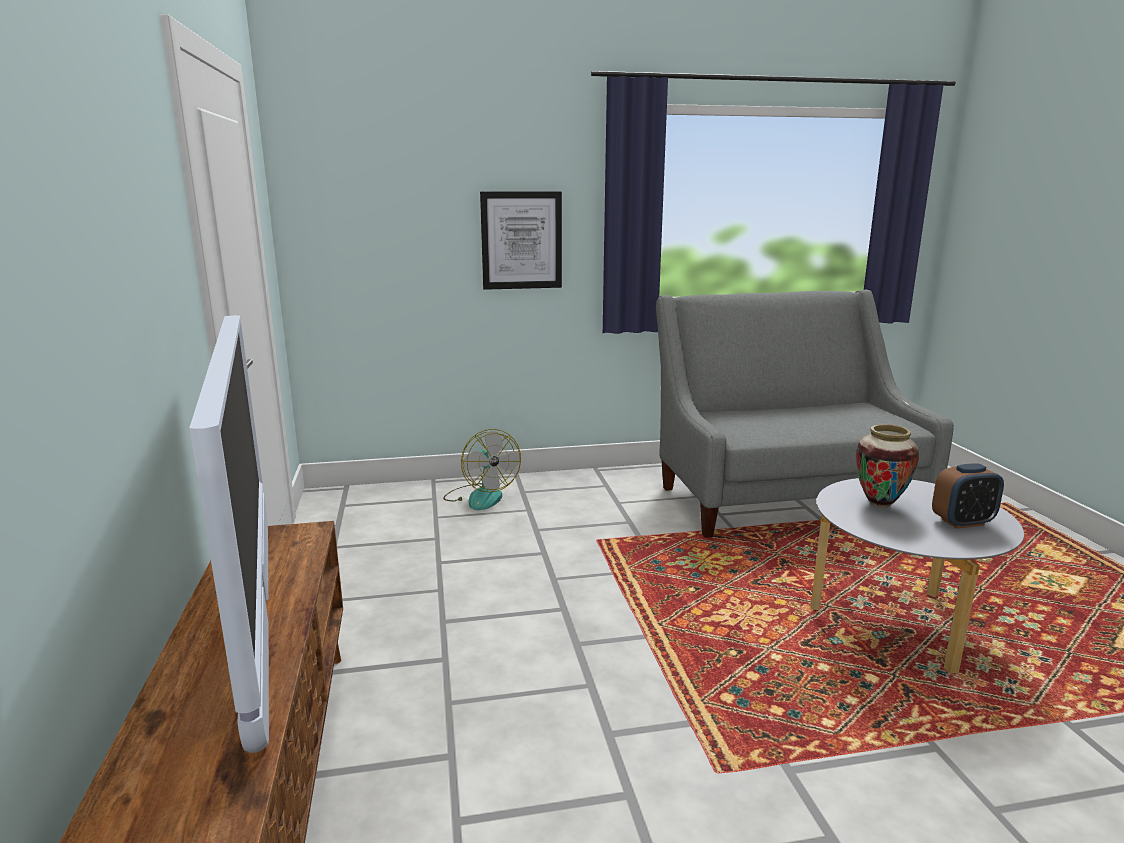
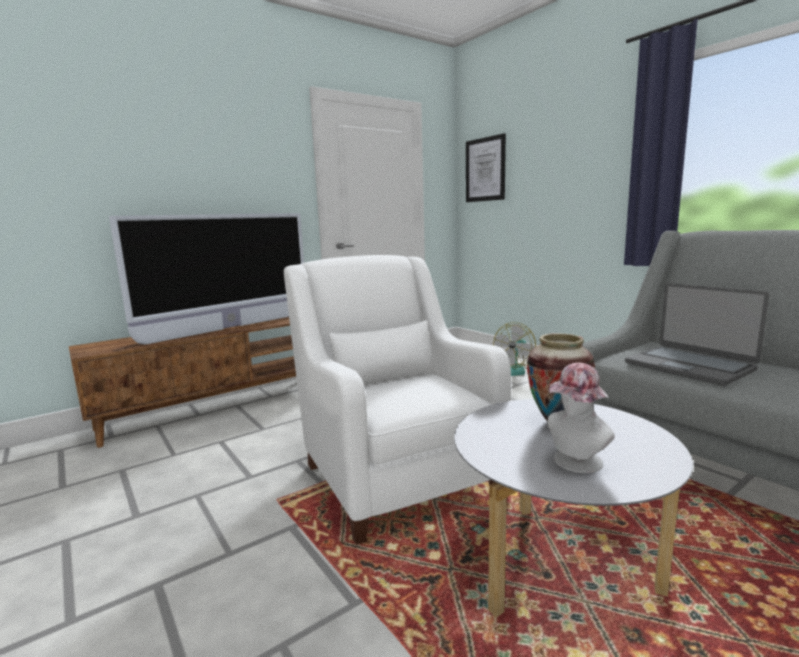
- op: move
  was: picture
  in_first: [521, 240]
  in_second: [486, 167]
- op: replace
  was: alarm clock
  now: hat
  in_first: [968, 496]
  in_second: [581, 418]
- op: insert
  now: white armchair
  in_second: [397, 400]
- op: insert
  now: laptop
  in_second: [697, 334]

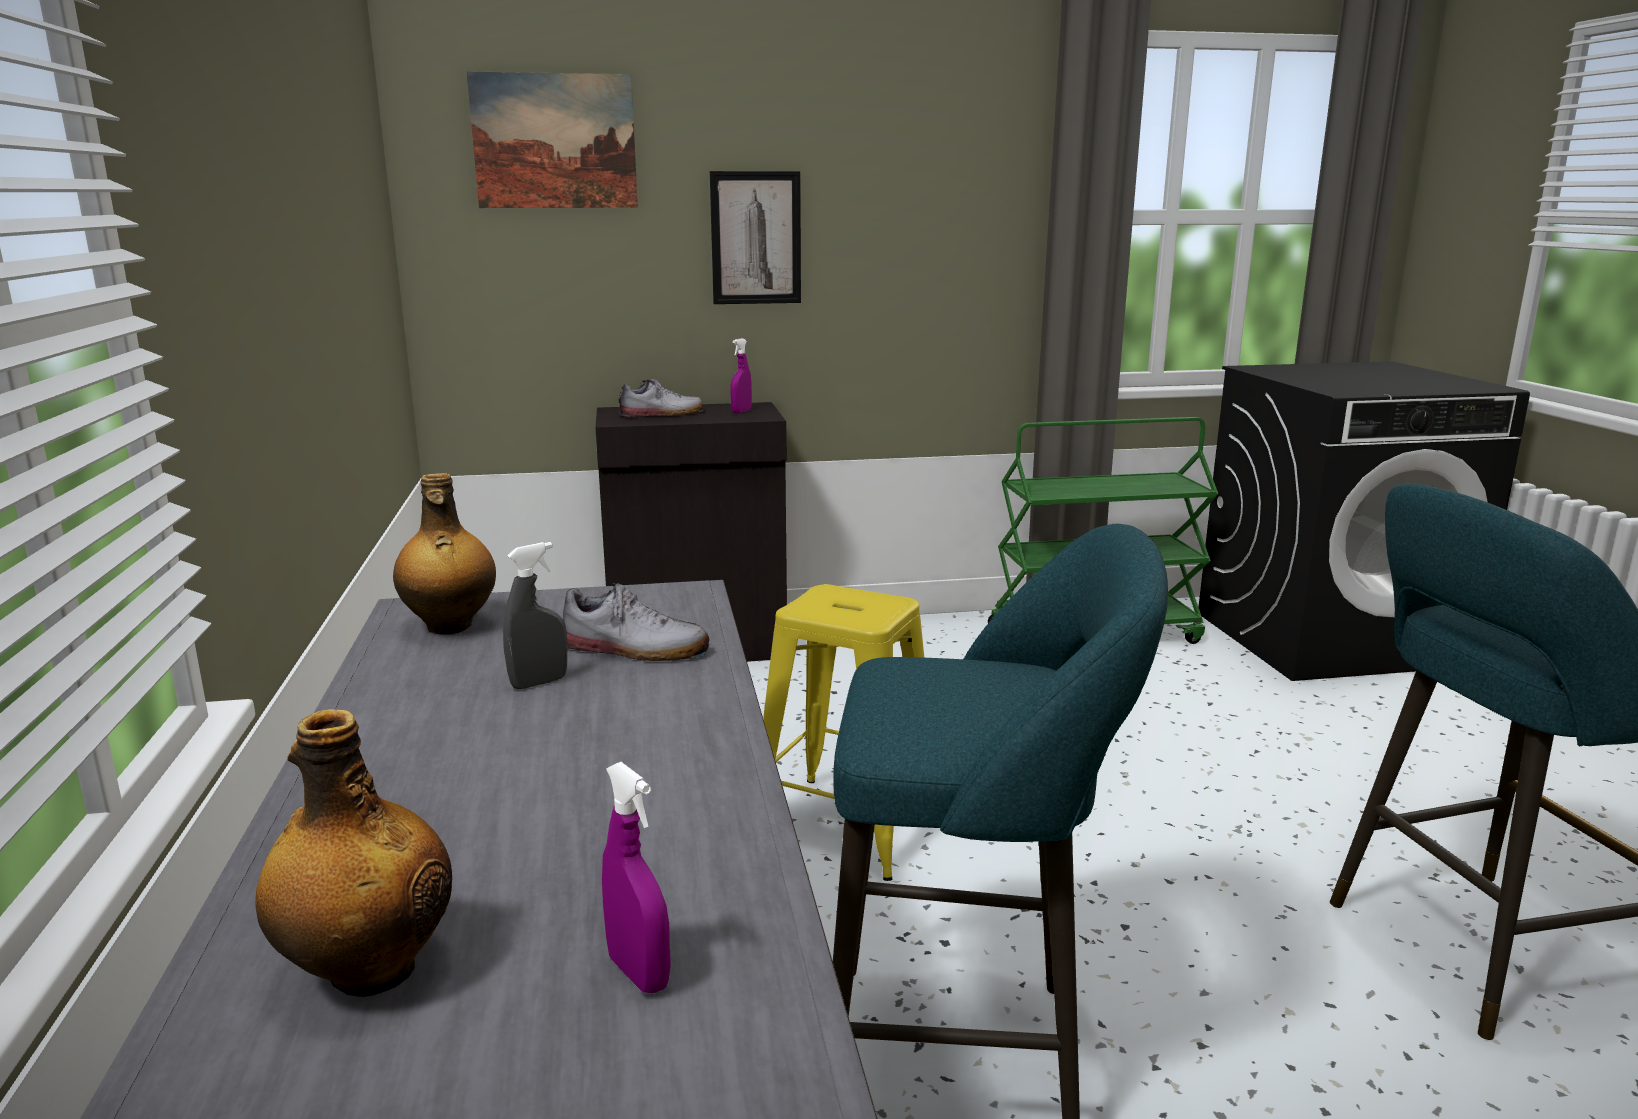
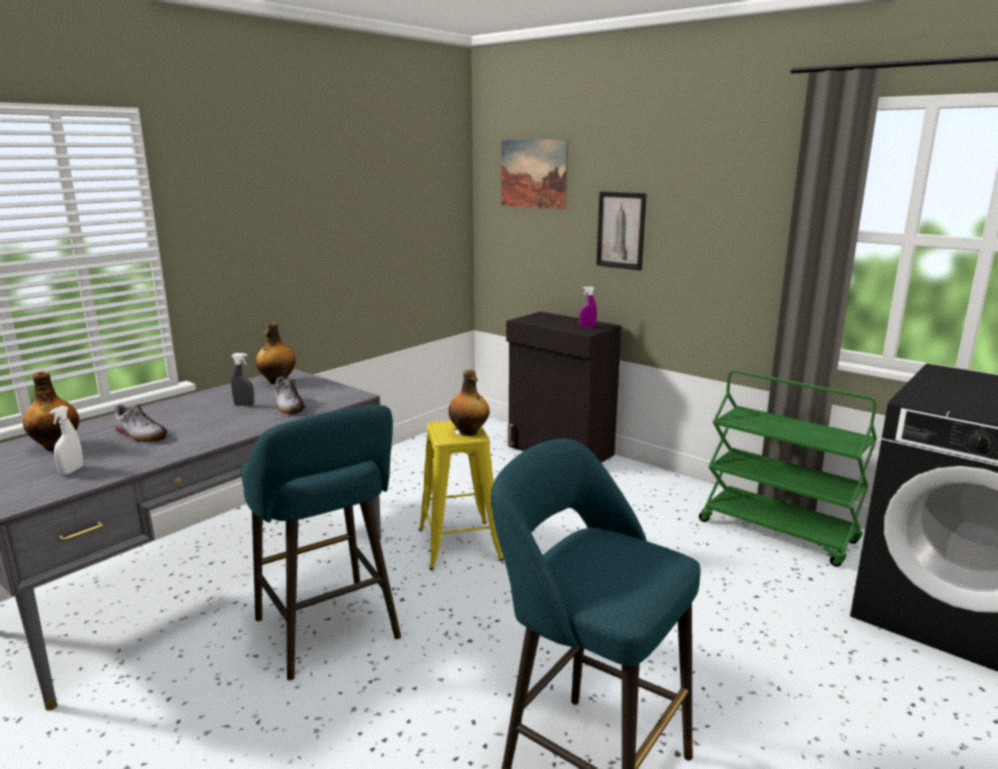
- op: move
  was: shoe
  in_first: [661, 398]
  in_second: [140, 423]
- op: recolor
  was: purple spray bottle
  now: white spray bottle
  in_first: [636, 877]
  in_second: [66, 440]
- op: insert
  now: bottle
  in_second: [468, 403]

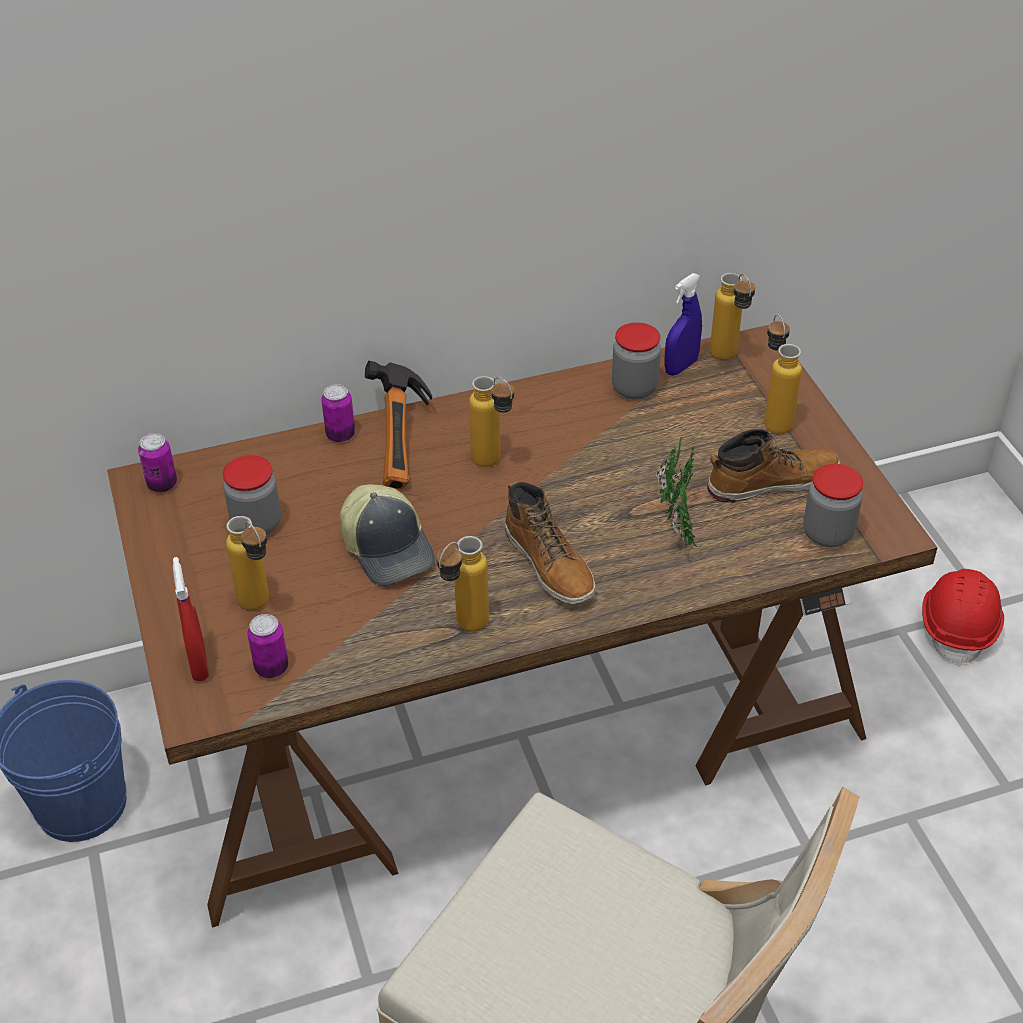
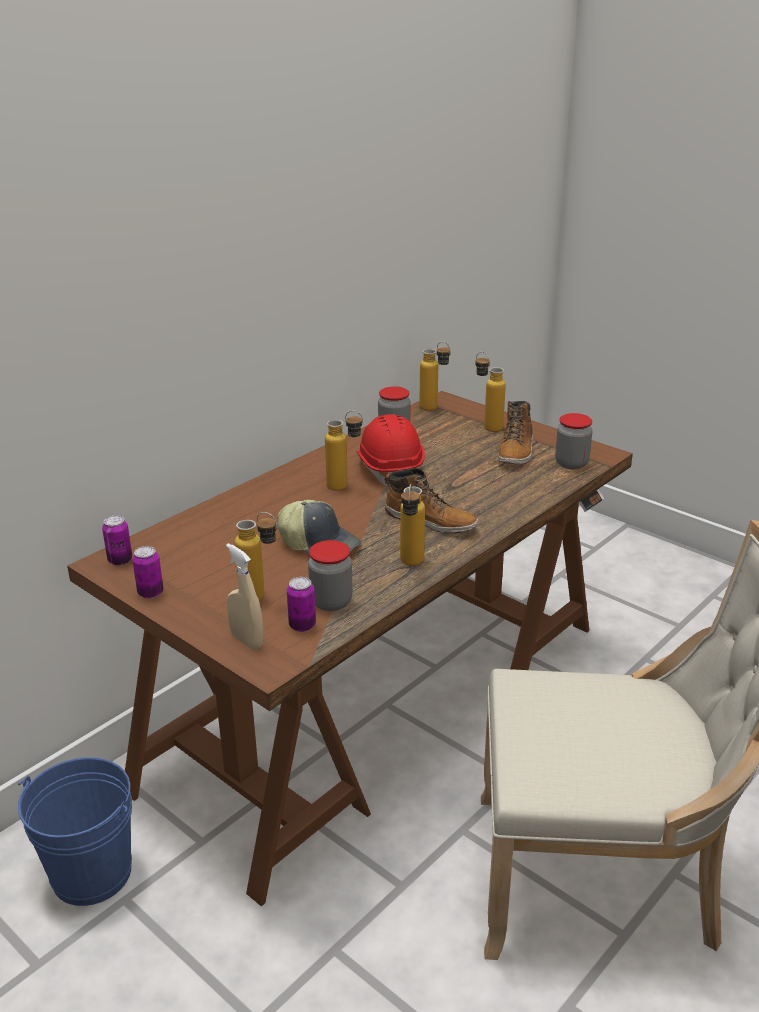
- op: delete
  was: blue spray bottle
  in_first: [683, 324]
- op: delete
  was: hammer
  in_first: [399, 425]
- op: move
  was: can
  in_first: [338, 413]
  in_second: [147, 572]
- op: rotate
  was: boot
  in_first: [773, 466]
  in_second: [515, 433]
  clockwise: 150
- op: delete
  was: potted plant
  in_first: [677, 493]
- op: move
  was: jar
  in_first: [252, 495]
  in_second: [330, 575]
- op: recolor
  was: red spray bottle
  now: beige spray bottle
  in_first: [191, 619]
  in_second: [244, 596]
- op: move
  was: red hard hat
  in_first: [963, 618]
  in_second: [391, 450]

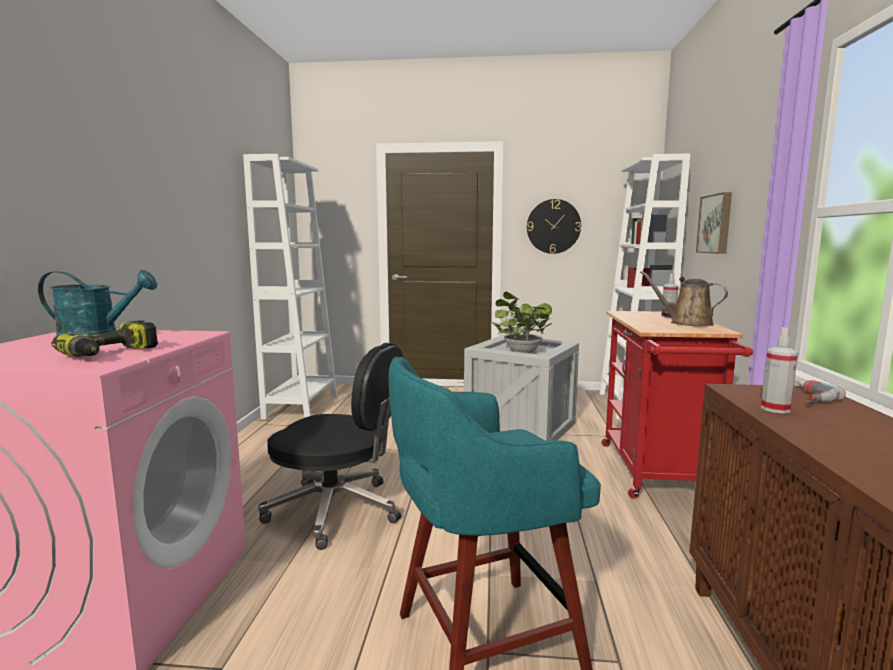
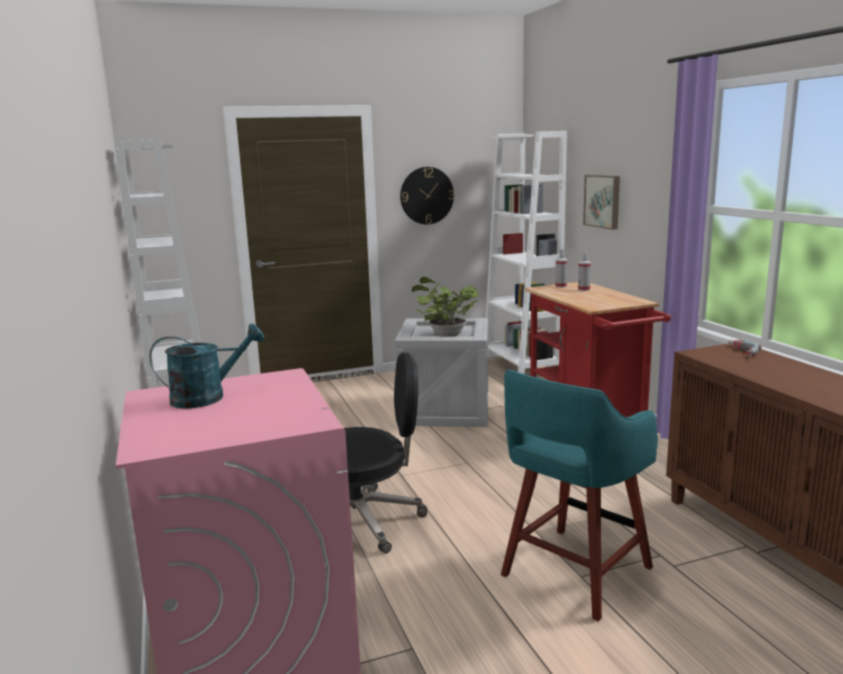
- op: delete
  was: brown watering can
  in_first: [684, 298]
- op: delete
  was: power drill
  in_first: [104, 338]
- op: move
  was: spray bottle
  in_first: [779, 370]
  in_second: [561, 268]

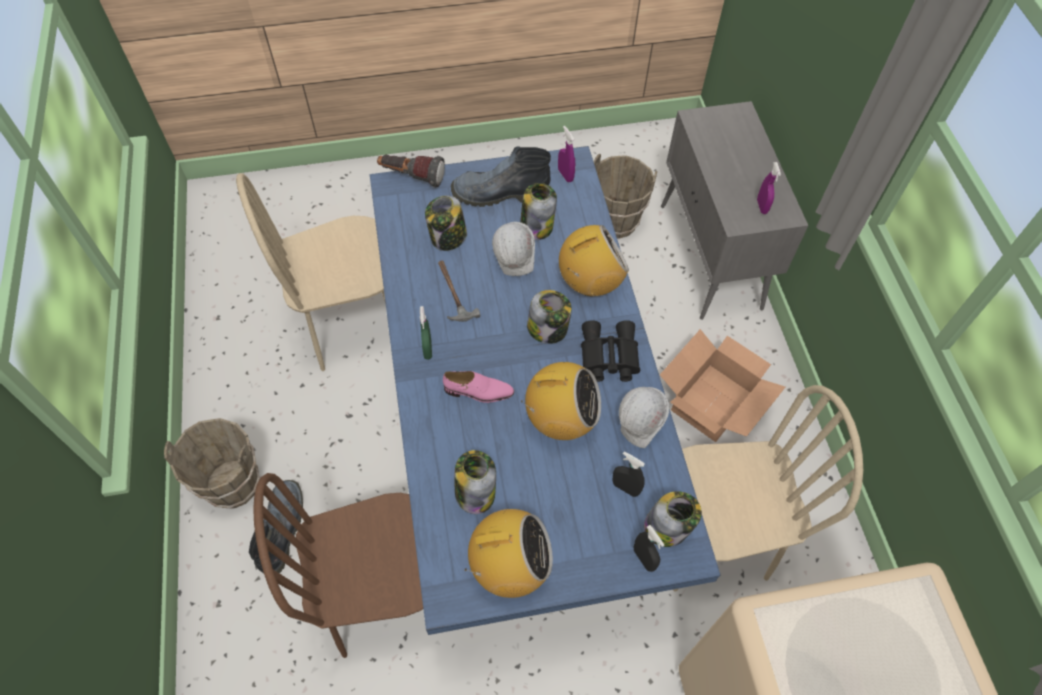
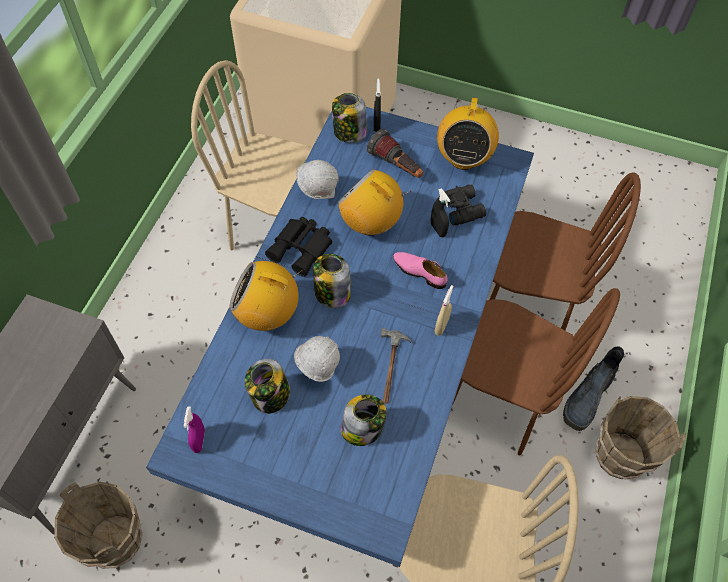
- op: delete
  was: boot
  in_first: [501, 177]
- op: move
  was: flashlight
  in_first: [411, 171]
  in_second: [395, 153]
- op: delete
  was: purple spray bottle
  in_first: [769, 188]
- op: recolor
  was: green spray bottle
  now: beige spray bottle
  in_first: [426, 333]
  in_second: [444, 310]
- op: delete
  was: cardboard box
  in_first: [722, 385]
- op: replace
  was: jar
  now: black binoculars
  in_first: [475, 482]
  in_second: [462, 205]
- op: move
  was: black spray bottle
  in_first: [629, 474]
  in_second: [440, 213]
- op: rotate
  was: radio
  in_first: [509, 553]
  in_second: [468, 132]
  clockwise: -105
- op: insert
  now: brown chair
  in_second: [536, 372]

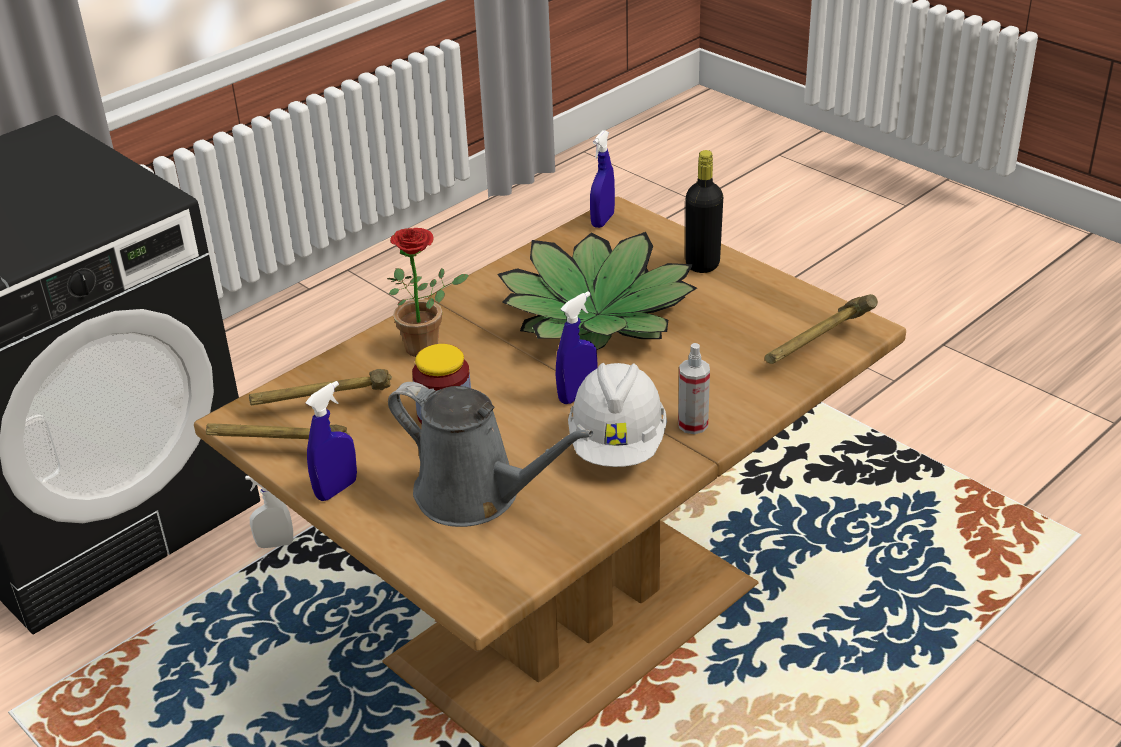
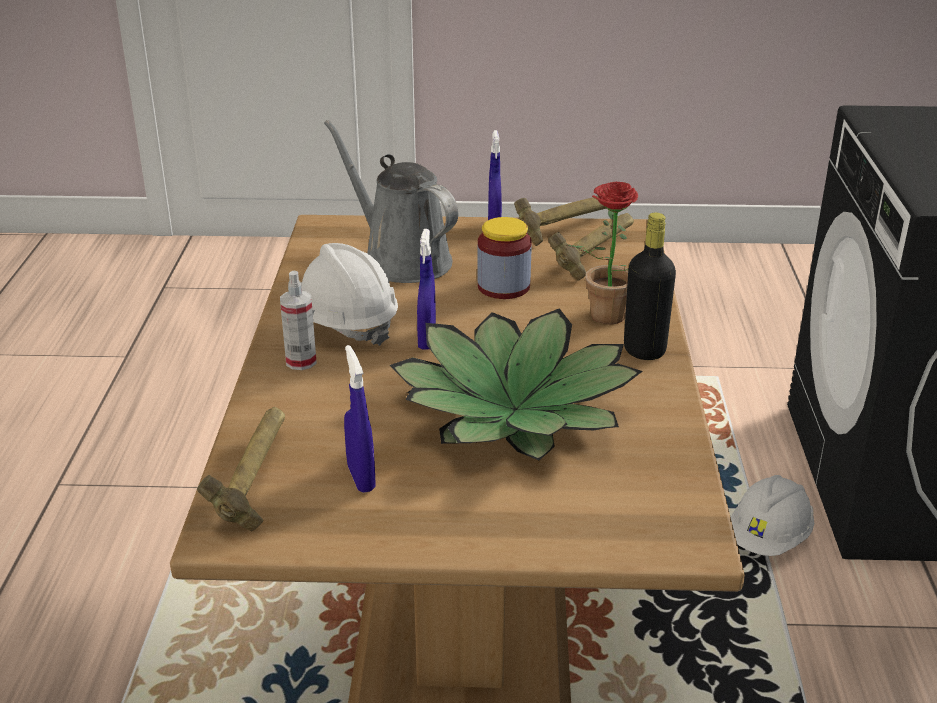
- op: move
  was: blue spray bottle
  in_first: [602, 179]
  in_second: [359, 419]
- op: move
  was: black bottle
  in_first: [704, 211]
  in_second: [650, 286]
- op: rotate
  was: grey watering can
  in_first: [490, 454]
  in_second: [391, 201]
  clockwise: 60
- op: replace
  was: white spray bottle
  now: white hard hat
  in_first: [269, 512]
  in_second: [772, 515]

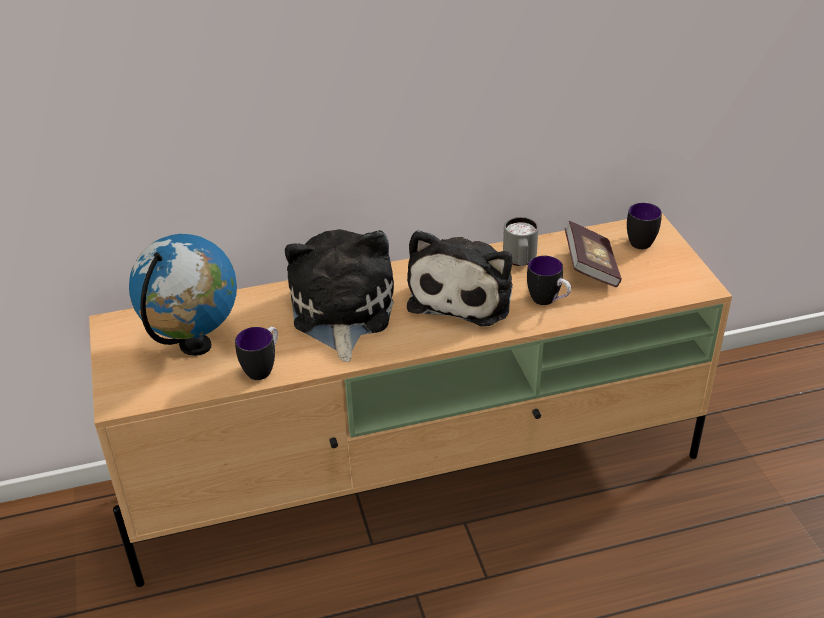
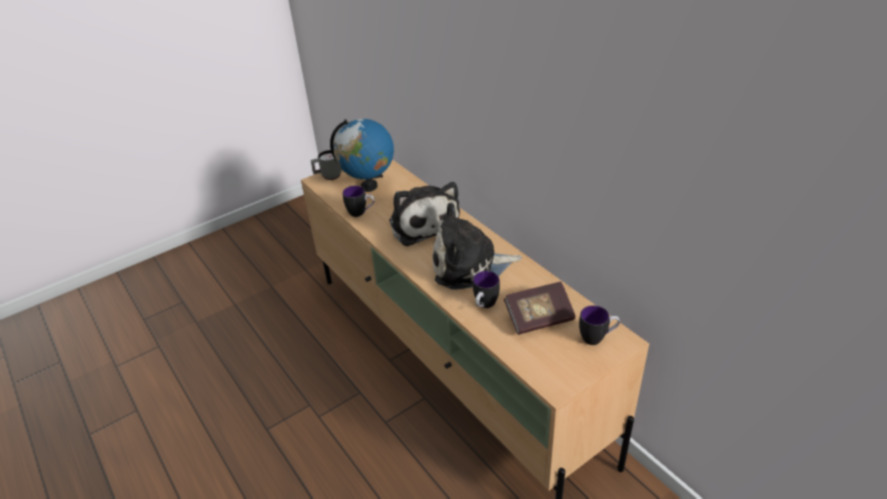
- op: move
  was: grey mug
  in_first: [521, 241]
  in_second: [326, 165]
- op: rotate
  was: plush toy
  in_first: [339, 295]
  in_second: [424, 214]
  clockwise: 90

